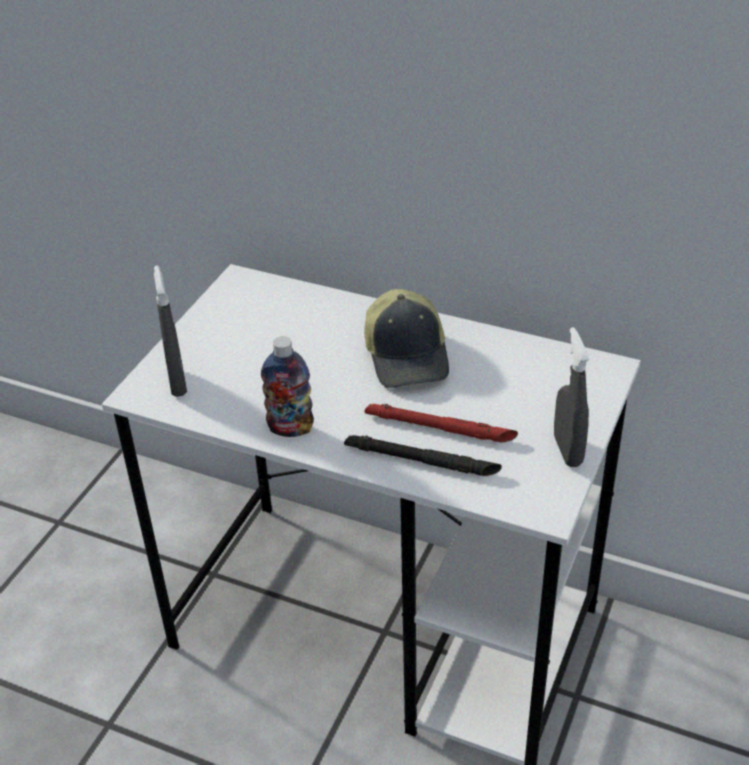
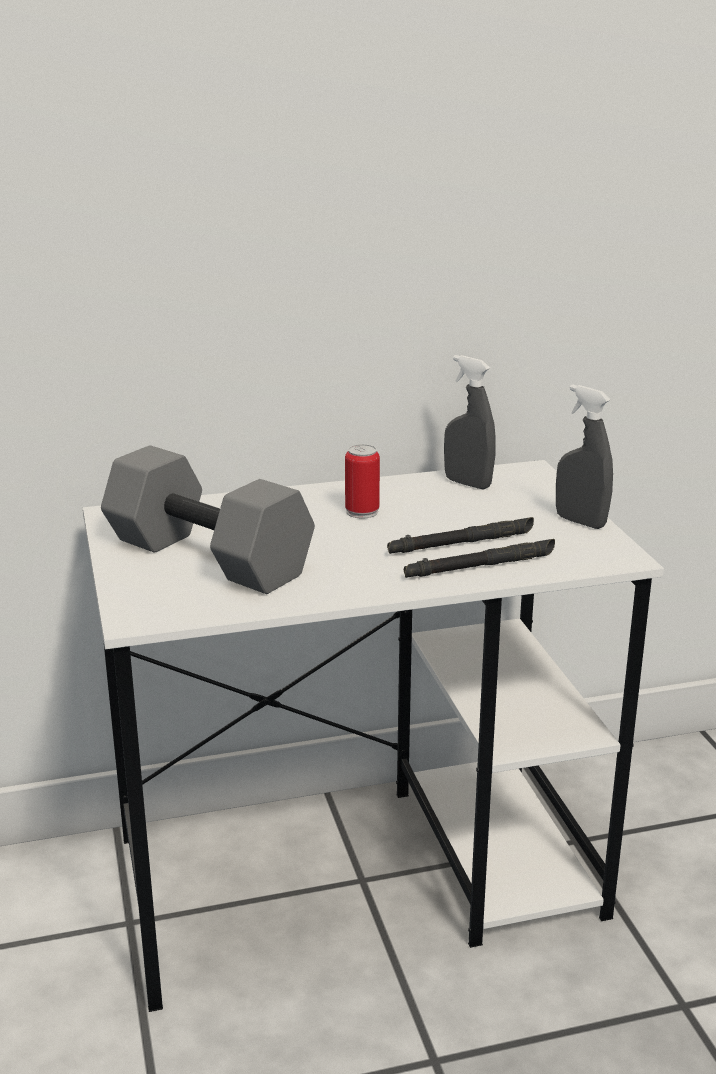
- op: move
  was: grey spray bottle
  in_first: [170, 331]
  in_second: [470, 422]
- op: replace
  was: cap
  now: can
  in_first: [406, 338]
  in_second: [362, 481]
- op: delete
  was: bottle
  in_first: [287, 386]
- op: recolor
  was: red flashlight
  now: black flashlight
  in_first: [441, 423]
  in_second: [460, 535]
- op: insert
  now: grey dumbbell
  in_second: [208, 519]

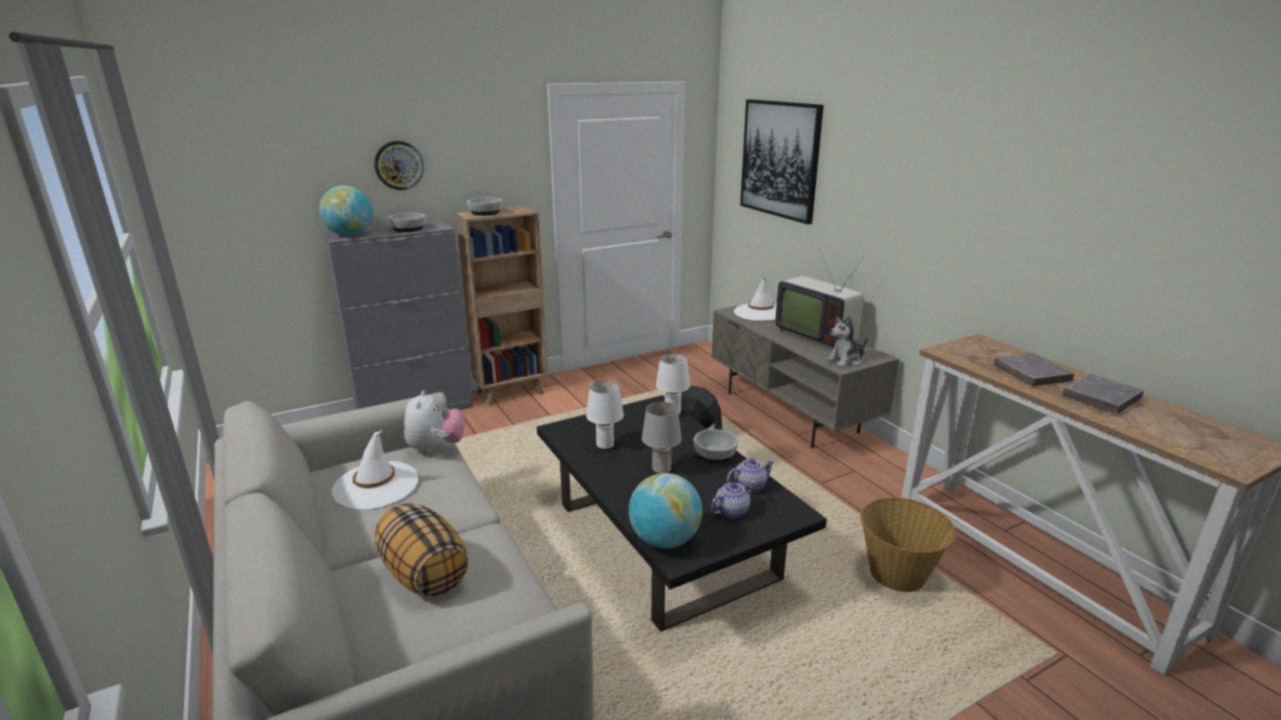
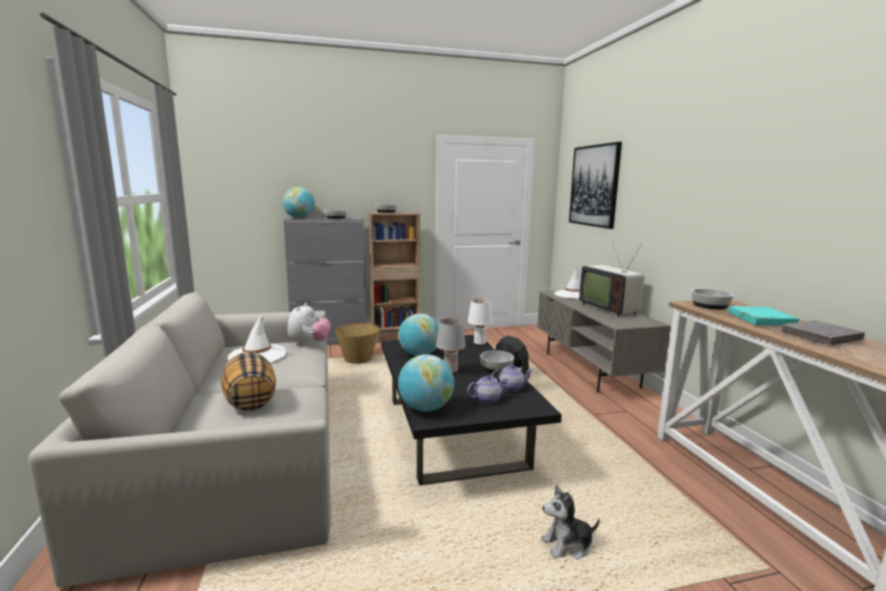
- op: delete
  was: wall clock
  in_first: [399, 165]
- op: move
  was: plush toy
  in_first: [846, 341]
  in_second: [570, 522]
- op: recolor
  was: grey book
  now: turquoise book
  in_first: [1034, 370]
  in_second: [763, 316]
- op: replace
  was: white table lamp
  now: globe
  in_first: [605, 415]
  in_second: [418, 335]
- op: move
  was: basket
  in_first: [908, 545]
  in_second: [358, 343]
- op: insert
  now: bowl
  in_second: [712, 299]

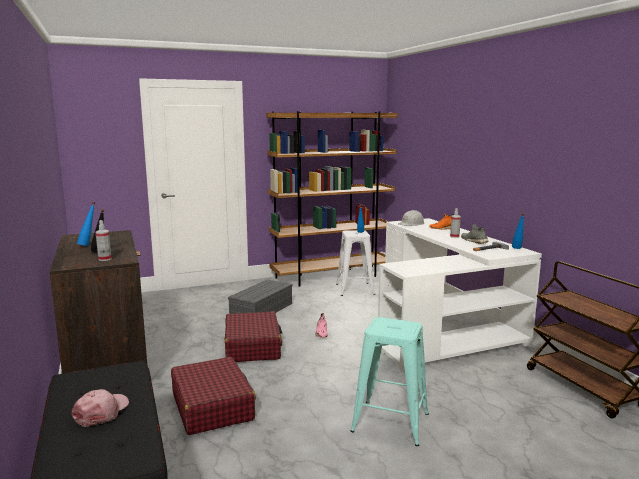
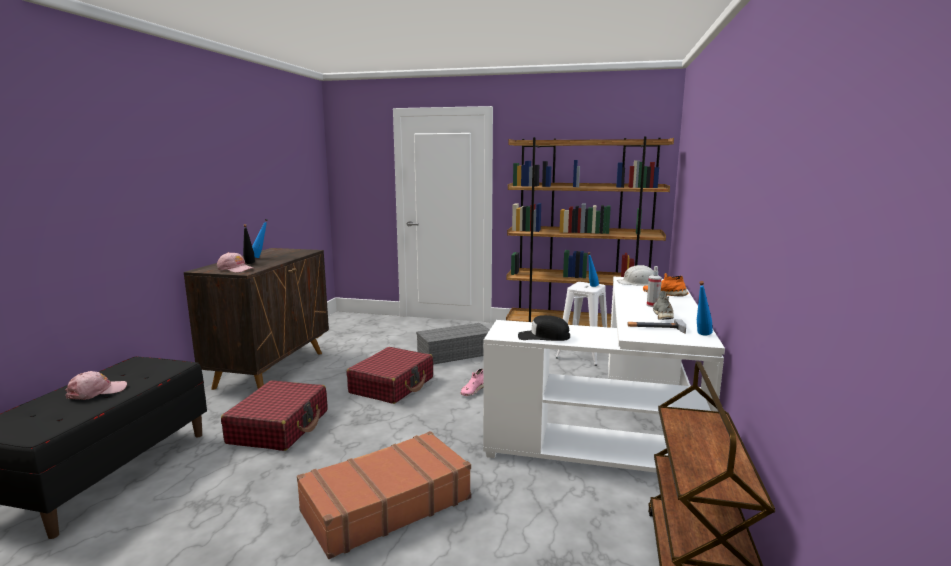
- op: replace
  was: spray bottle
  now: pink cap
  in_first: [104, 240]
  in_second: [236, 262]
- op: replace
  was: turquoise stool
  now: brown suitcase
  in_first: [390, 381]
  in_second: [384, 495]
- op: insert
  now: black cap
  in_second: [544, 328]

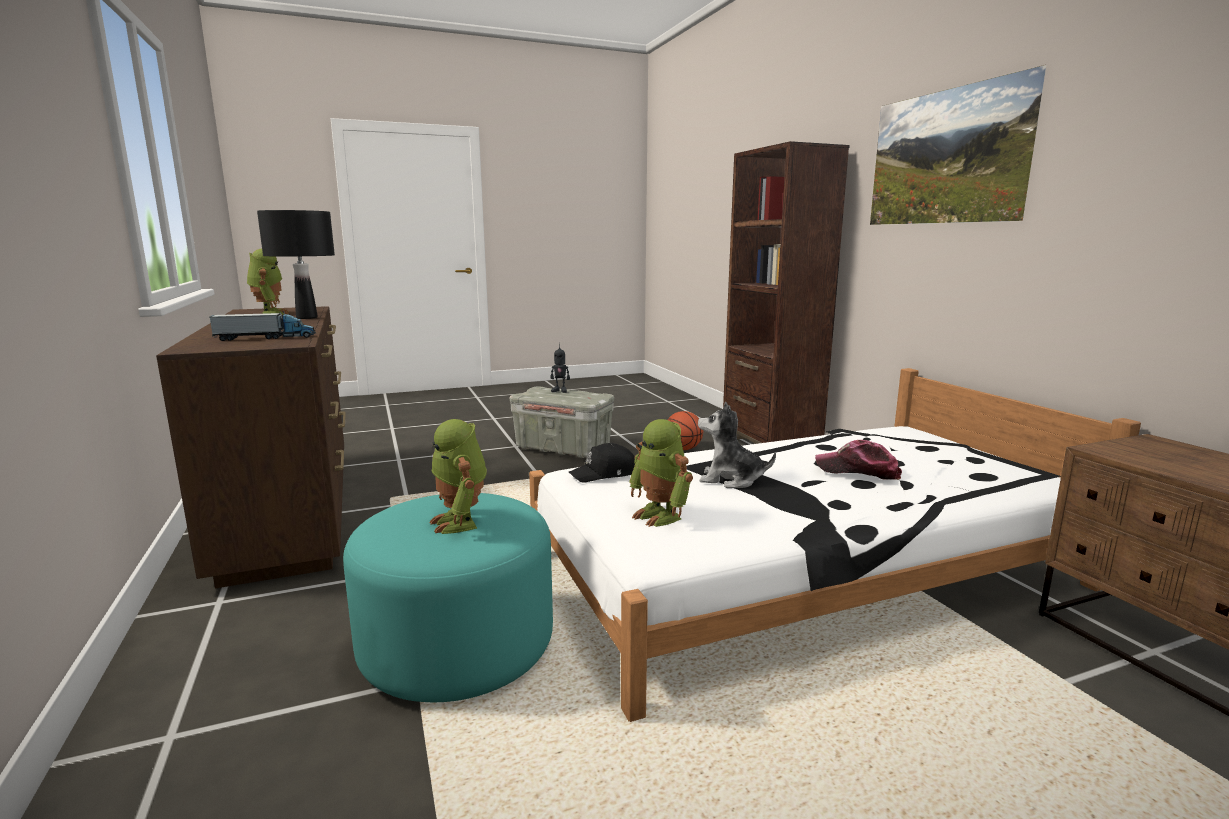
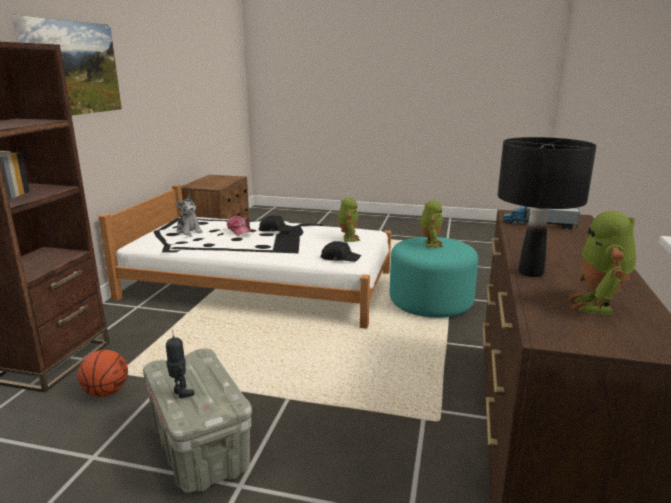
- op: move
  was: plush toy
  in_first: [737, 444]
  in_second: [189, 215]
- op: insert
  now: black cap
  in_second: [276, 223]

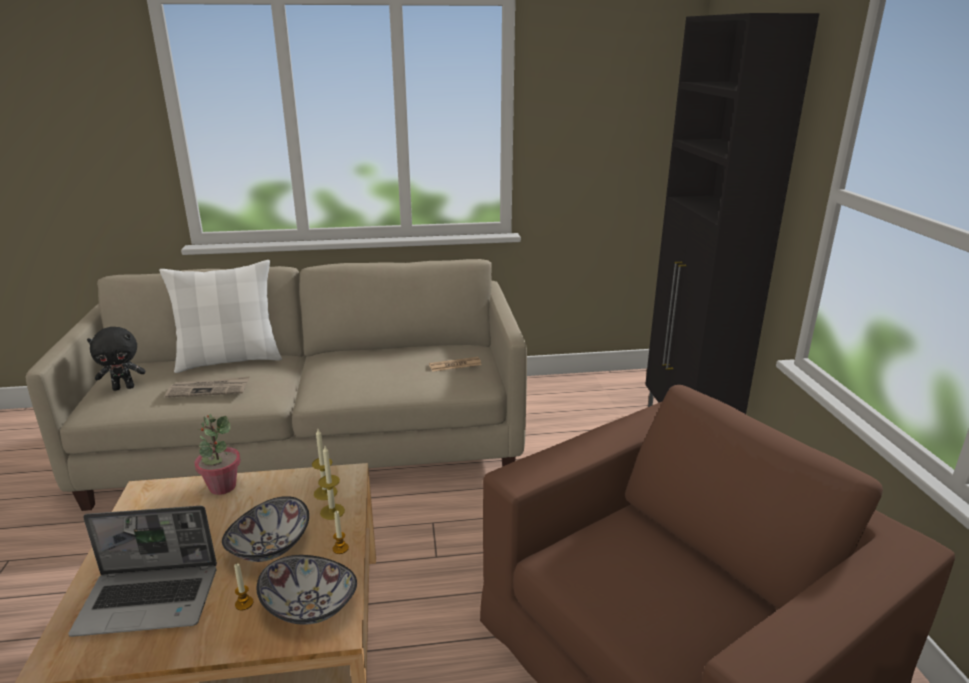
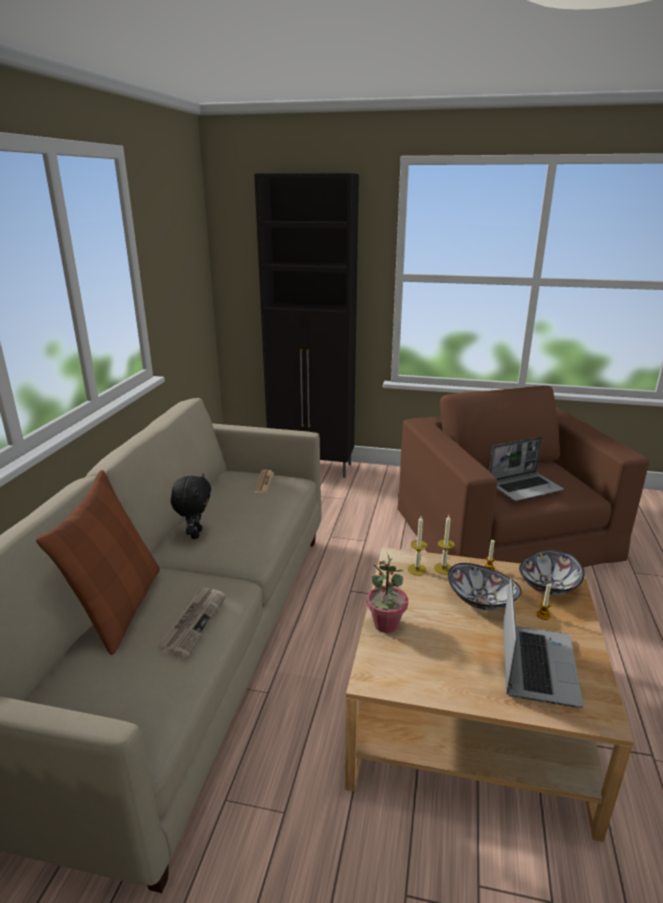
- op: recolor
  was: white pillow
  now: brown pillow
  in_first: [220, 316]
  in_second: [98, 562]
- op: move
  was: black plush toy
  in_first: [116, 359]
  in_second: [191, 506]
- op: insert
  now: laptop
  in_second: [526, 469]

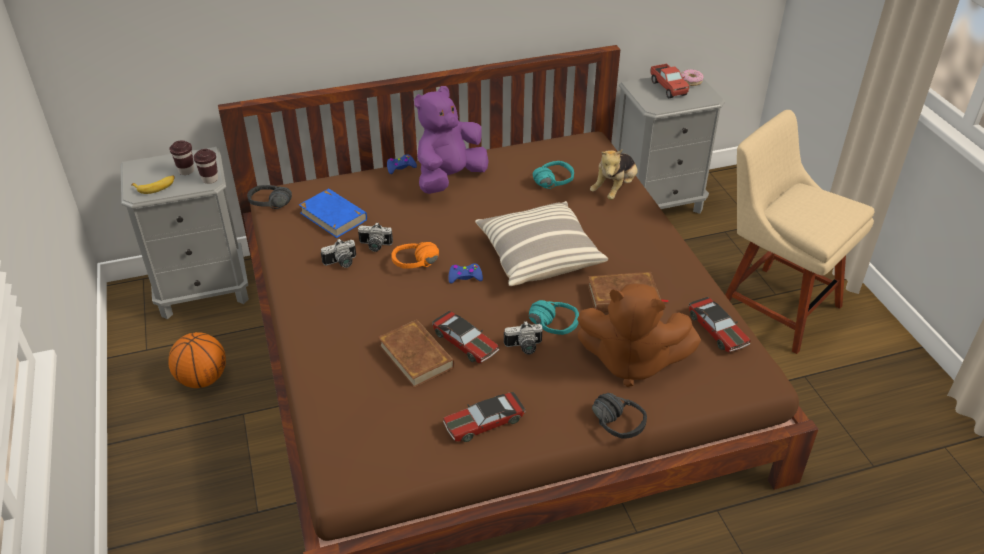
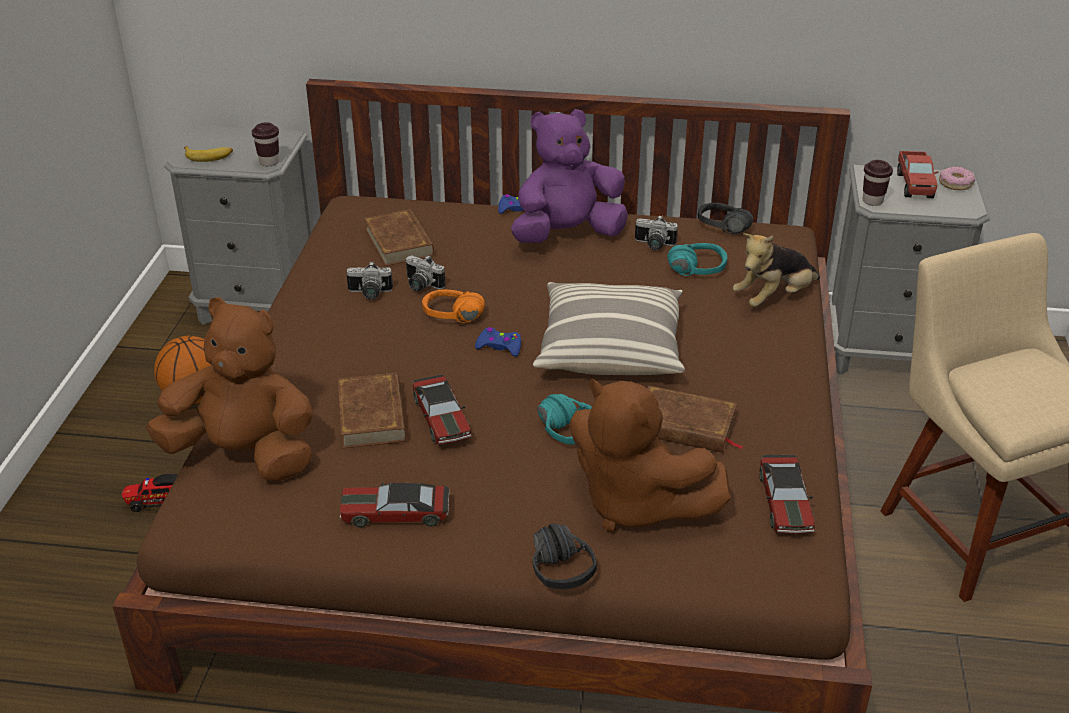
- op: move
  was: brown cup
  in_first: [181, 157]
  in_second: [878, 183]
- op: move
  was: black headphones
  in_first: [269, 197]
  in_second: [725, 218]
- op: recolor
  was: blue book
  now: brown book
  in_first: [333, 213]
  in_second: [399, 237]
- op: move
  was: photo camera
  in_first: [523, 338]
  in_second: [656, 232]
- op: insert
  now: brown plush toy
  in_second: [229, 389]
- op: insert
  now: toy truck
  in_second: [149, 493]

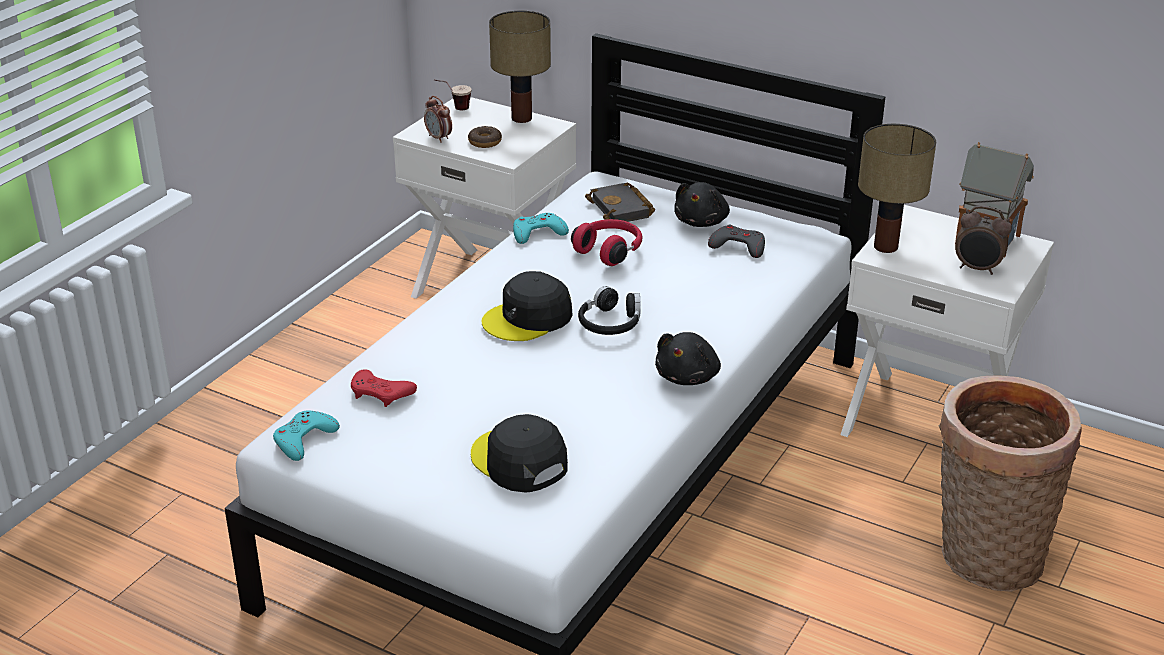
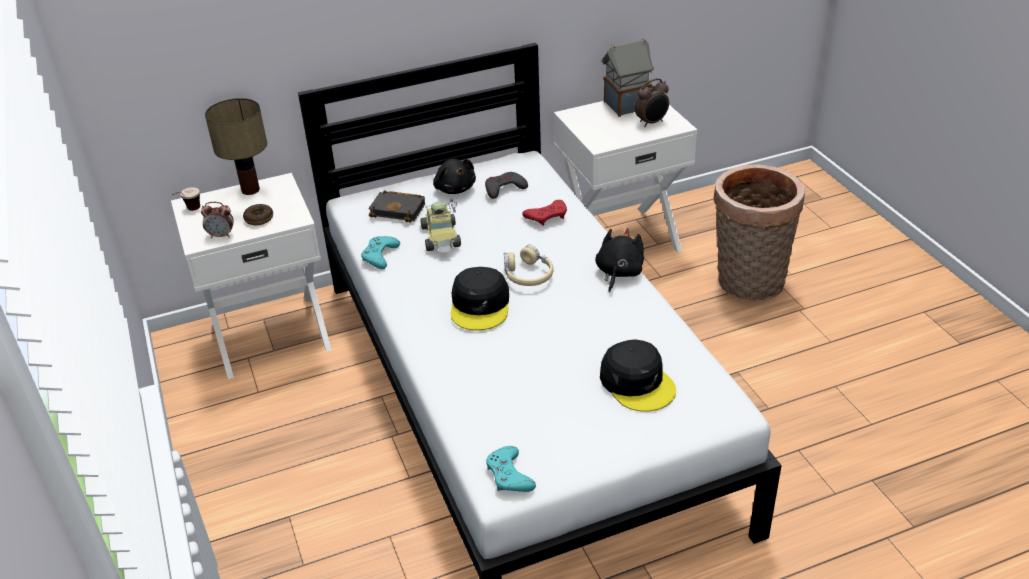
- op: delete
  was: table lamp
  in_first: [897, 188]
- op: replace
  was: red headphones
  now: toy car
  in_first: [606, 242]
  in_second: [440, 226]
- op: recolor
  was: black headphones
  now: beige headphones
  in_first: [609, 310]
  in_second: [529, 265]
- op: rotate
  was: black plush toy
  in_first: [688, 358]
  in_second: [619, 260]
  clockwise: -135
- op: move
  was: red game controller
  in_first: [384, 388]
  in_second: [544, 213]
- op: rotate
  was: black cap
  in_first: [519, 453]
  in_second: [638, 375]
  clockwise: -120

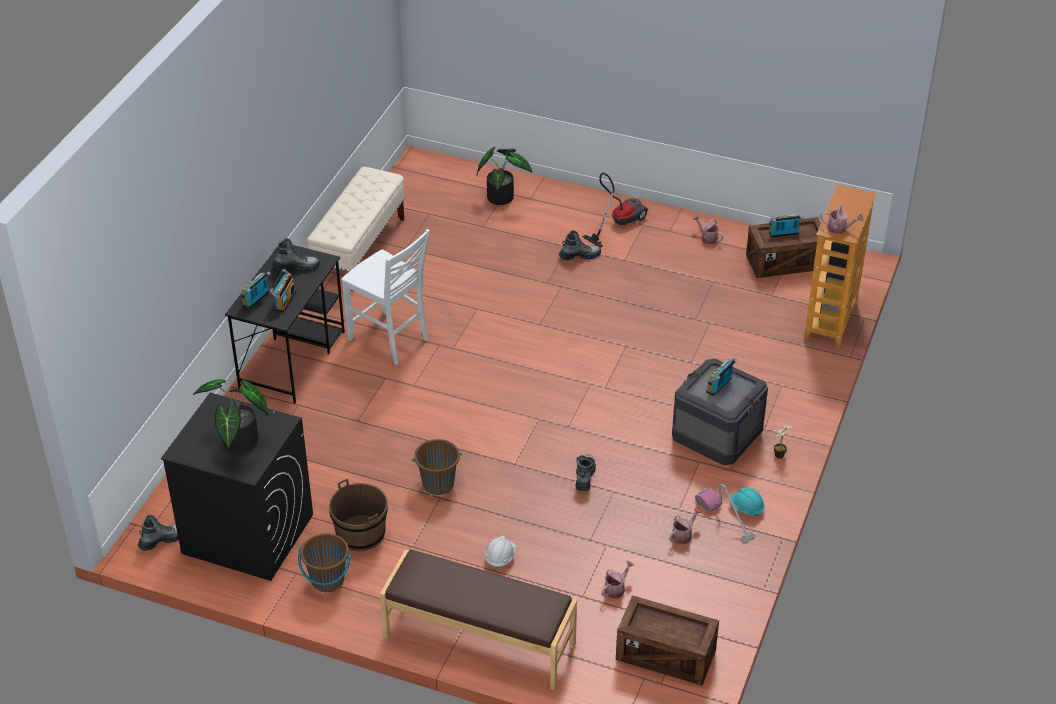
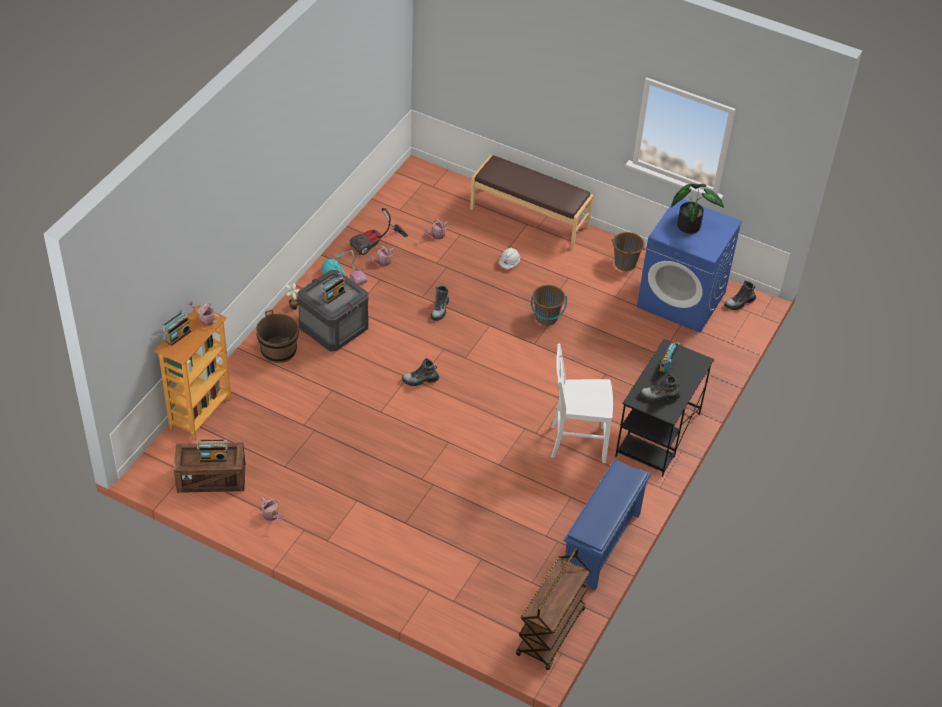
- op: delete
  was: potted plant
  in_first: [504, 176]
- op: replace
  was: beige bench
  now: blue shoe rack
  in_first: [355, 229]
  in_second: [607, 525]
- op: move
  was: vacuum cleaner
  in_first: [615, 210]
  in_second: [379, 231]
- op: rotate
  was: white chair
  in_first: [386, 297]
  in_second: [582, 403]
  clockwise: -45
- op: move
  was: boot
  in_first: [580, 245]
  in_second: [420, 372]
- op: move
  was: radio
  in_first: [255, 290]
  in_second: [176, 328]
- op: recolor
  was: black washing machine
  now: blue washing machine
  in_first: [237, 486]
  in_second: [689, 266]
- op: move
  was: brown bucket
  in_first: [358, 515]
  in_second: [277, 336]
- op: delete
  was: crate
  in_first: [667, 640]
- op: insert
  now: brown cart
  in_second: [553, 608]

